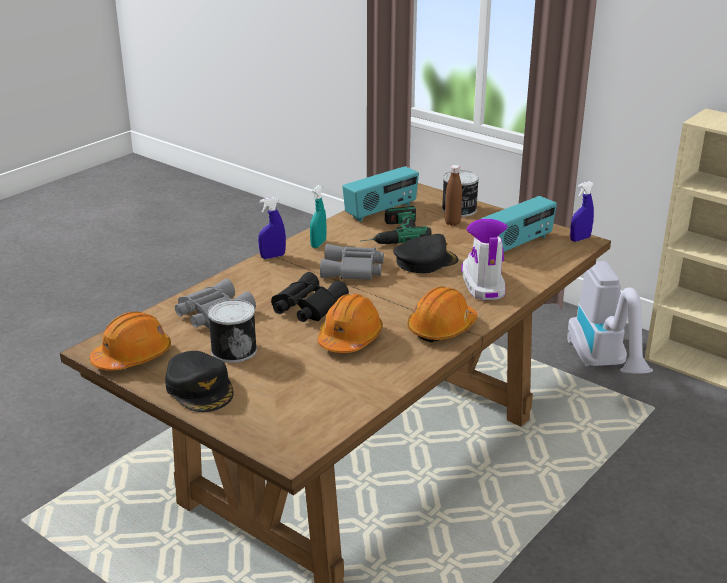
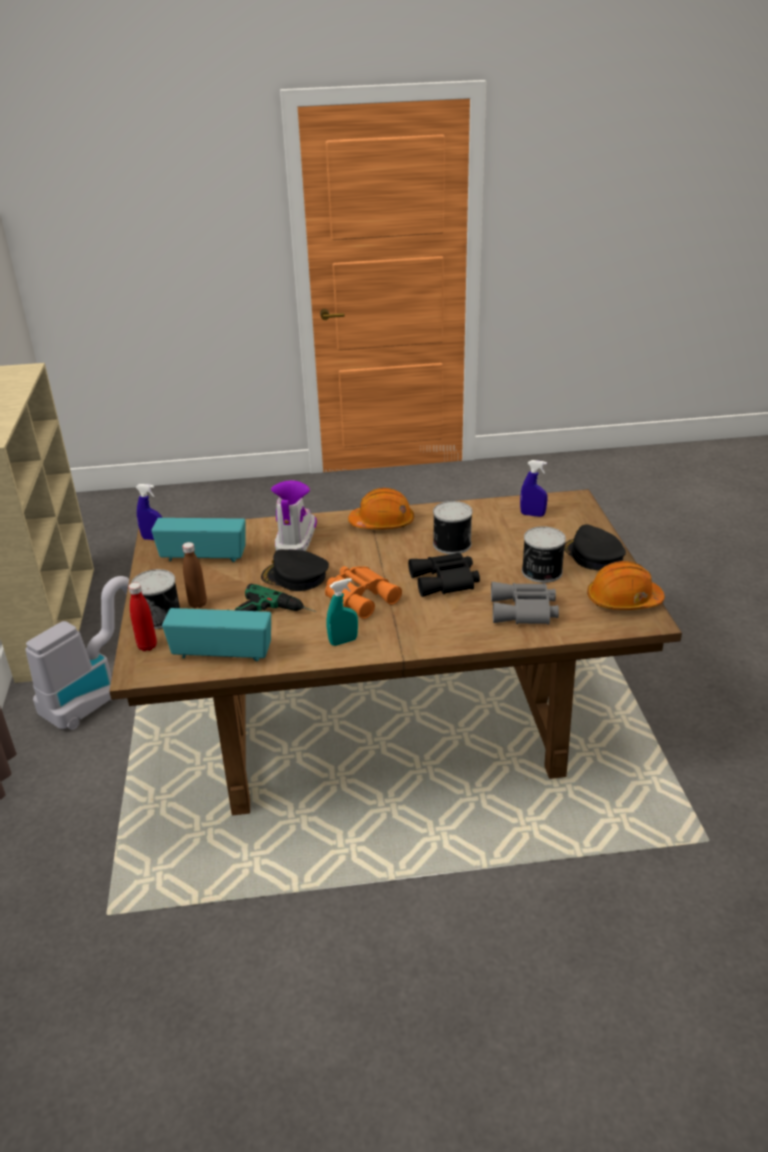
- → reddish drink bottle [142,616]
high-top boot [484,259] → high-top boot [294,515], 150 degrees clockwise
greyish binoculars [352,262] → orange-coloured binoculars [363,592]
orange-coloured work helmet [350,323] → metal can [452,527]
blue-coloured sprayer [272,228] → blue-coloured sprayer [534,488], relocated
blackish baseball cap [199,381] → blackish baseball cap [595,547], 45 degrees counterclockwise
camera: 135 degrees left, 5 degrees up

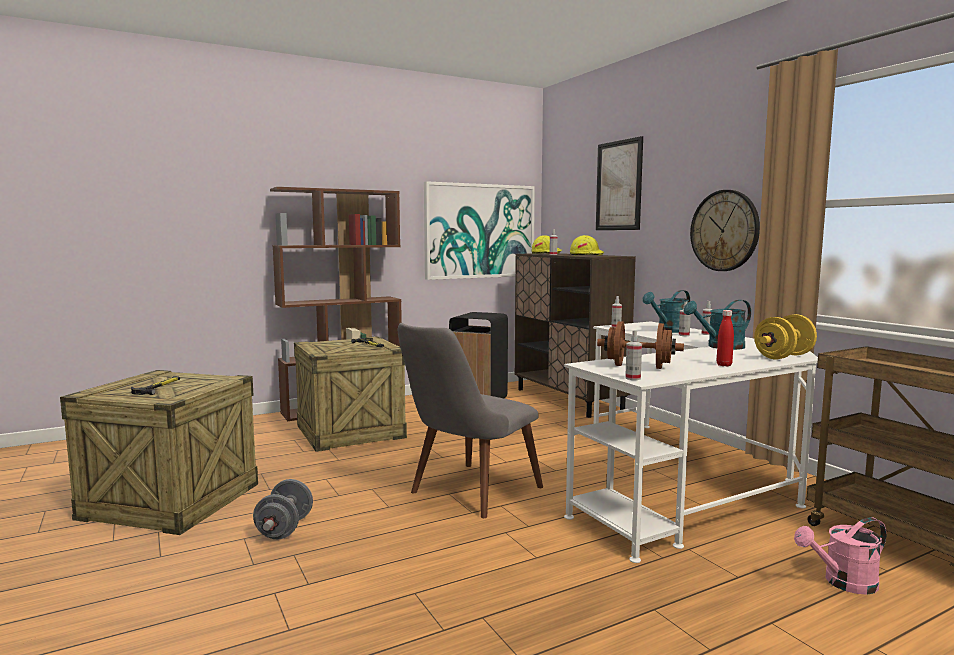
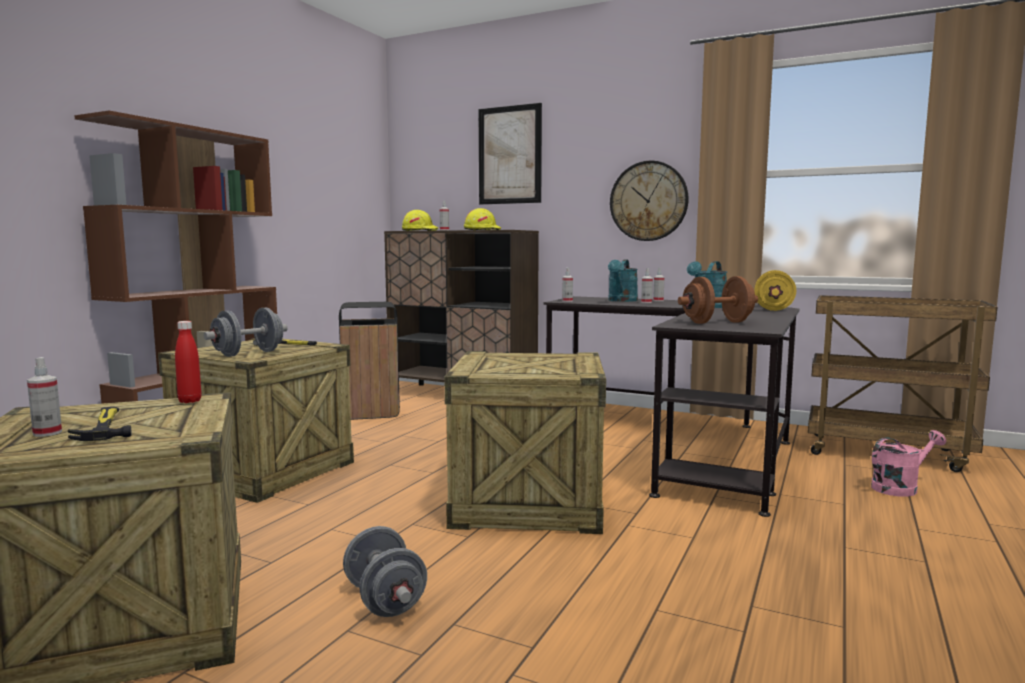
sprayer [633,355] → sprayer [44,397], relocated
reddish drink bottle [725,338] → reddish drink bottle [188,362], relocated
- → greyish dumbbell [246,332]
greyish chair [470,420] → crate [525,442]
whitish desk table [691,442] → blackish desk table [672,406]
pinkish watering pot [840,556] → pinkish watering pot [908,463], 150 degrees counterclockwise
wall picture [479,230] → -
camera: 35 degrees left, 0 degrees up

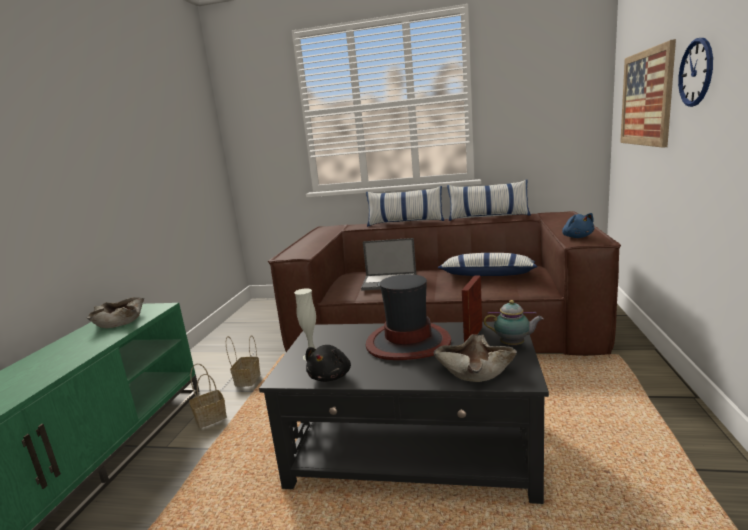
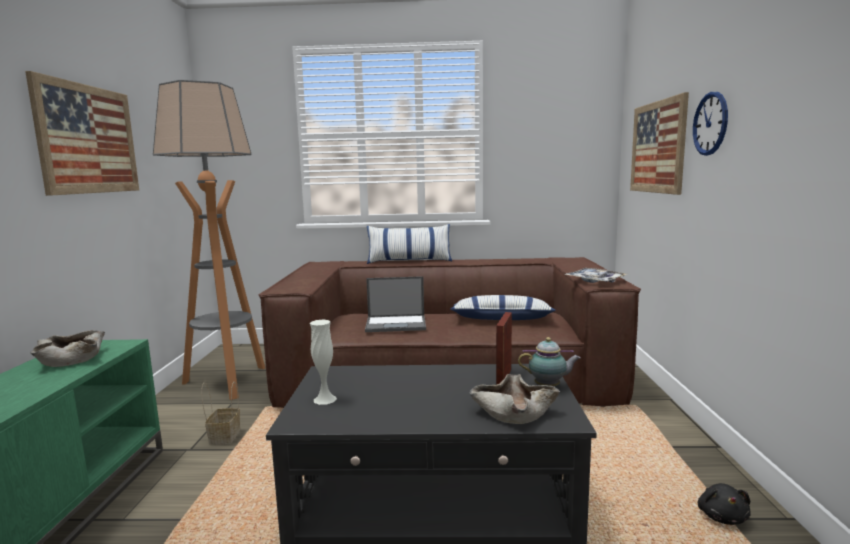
- → wall picture [82,133]
- → floor lamp [209,240]
blue-coloured cuddly toy [578,225] → serving tray [595,275]
blackish cuddly toy [328,363] → blackish cuddly toy [724,504], relocated
basket [208,396] → -
hat [408,317] → -
pillow [489,200] → -
camera: 10 degrees left, 5 degrees down

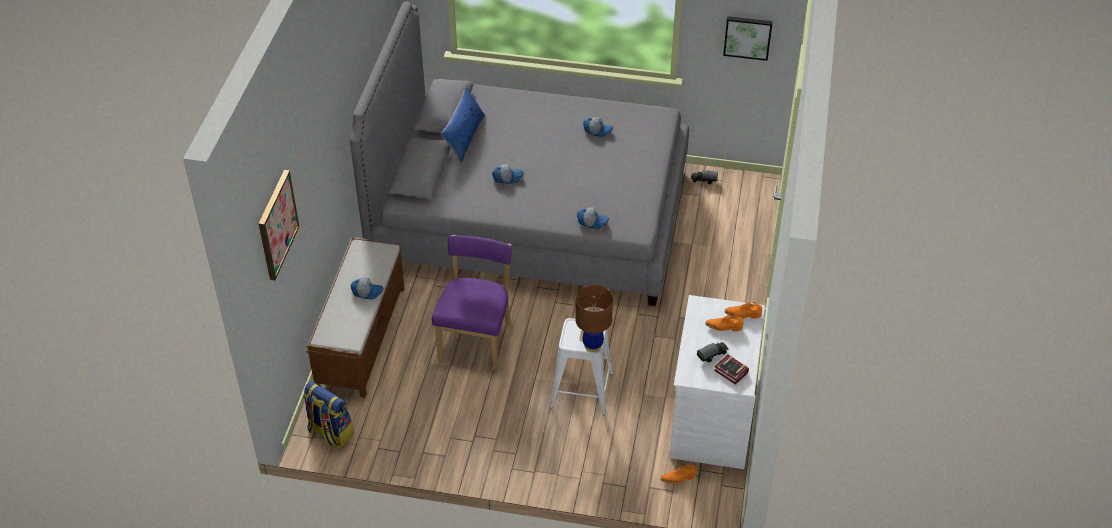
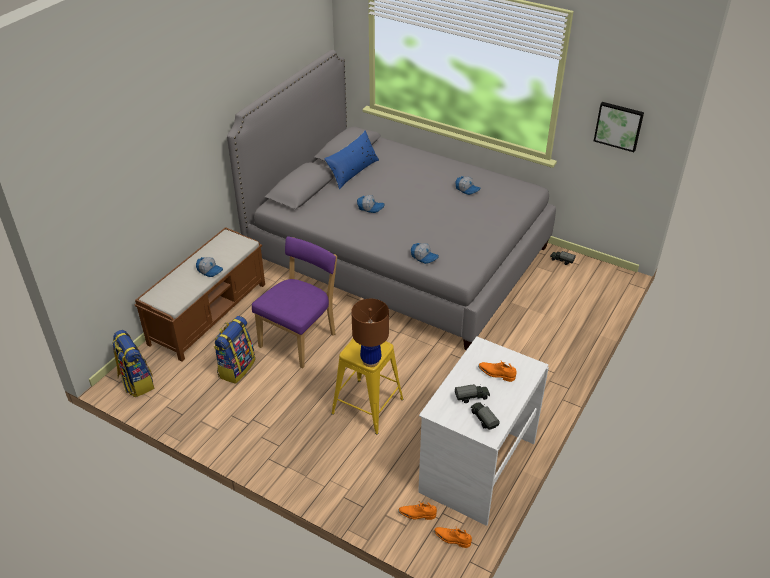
- → backpack [234,350]
whitish sitting stool [581,366] → yellow-coloured sitting stool [367,386]
orange-coloured shoe [743,310] → orange-coloured shoe [453,537], relocated
book [731,370] → model truck [485,416]
wall picture [279,225] → -
camera: 20 degrees right, 5 degrees down

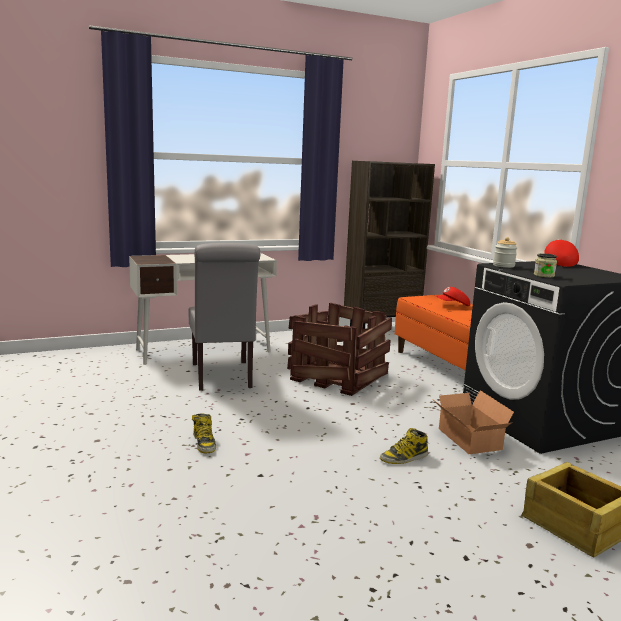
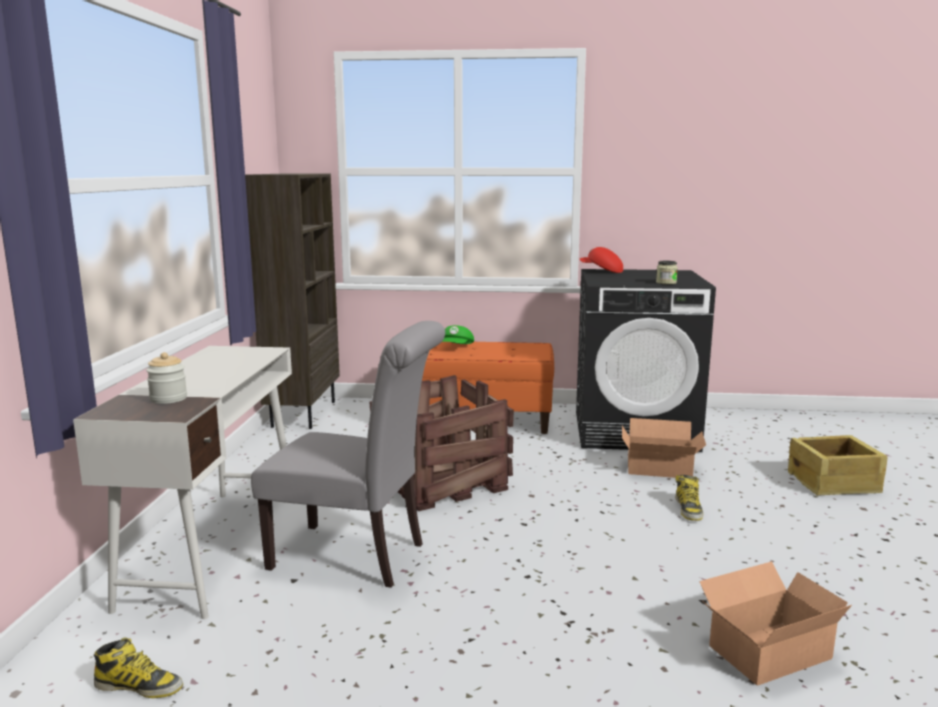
high-top boot [204,433] → high-top boot [138,667], relocated
jar [505,252] → jar [166,378], relocated
reddish baseball cap [453,296] → green-coloured baseball cap [458,334]
- → packing box [775,623]
camera: 60 degrees left, 0 degrees up

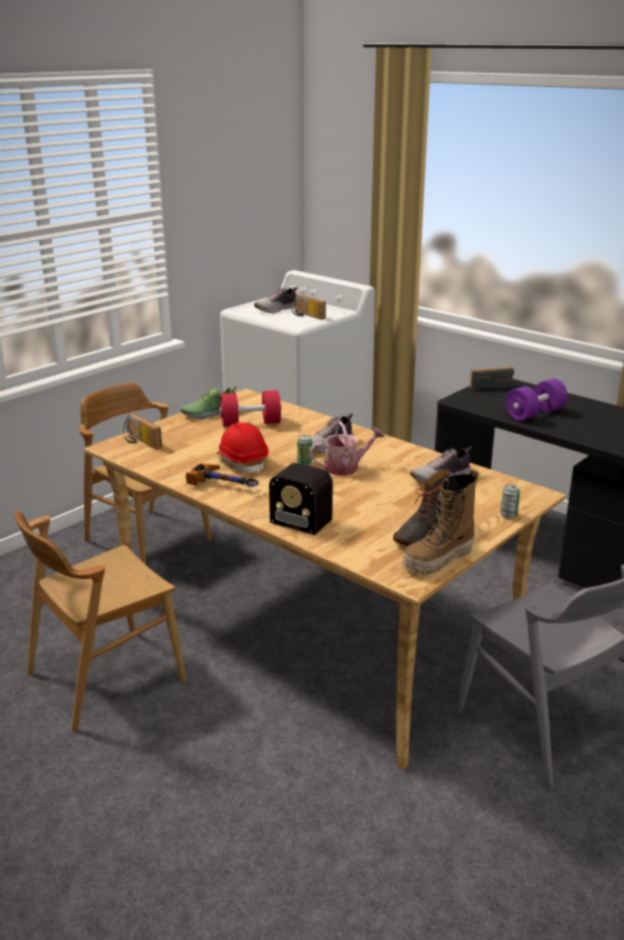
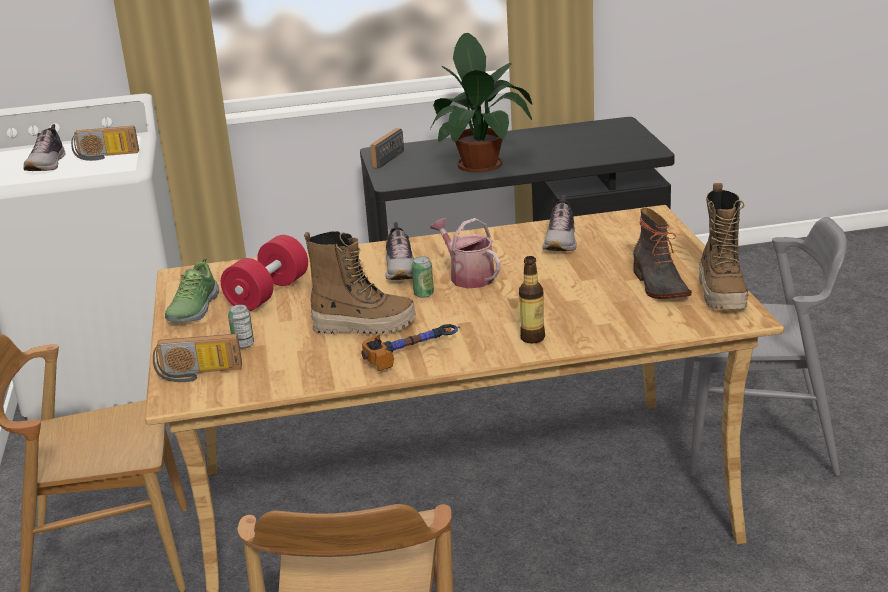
metal can [510,501] → metal can [241,327], relocated
reddish work helmet [242,447] → high-top boot [360,283]
purple-coloured dumbbell [537,400] → plant in a pot [481,103]
watering pot [347,448] → watering pot [465,253], 60 degrees counterclockwise
radio set [290,499] → drink bottle [532,300]
camera: 50 degrees left, 0 degrees up

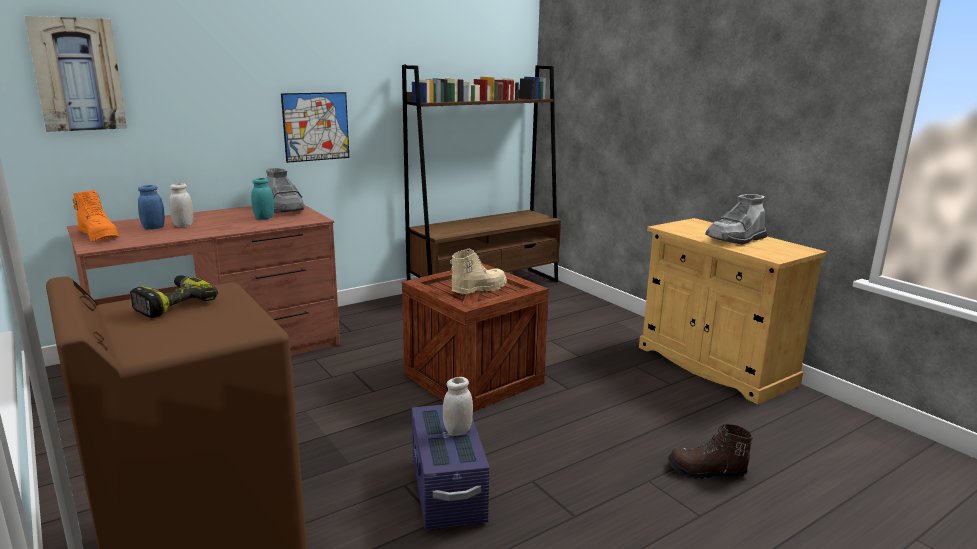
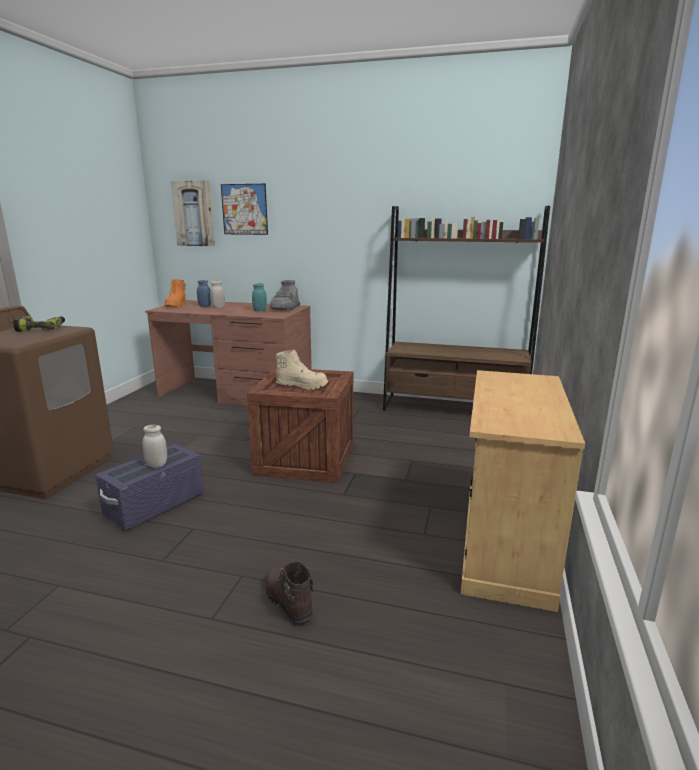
wall picture [315,127] → wall picture [244,209], relocated
greyish high-top boot [736,219] → -
camera: 50 degrees right, 0 degrees up

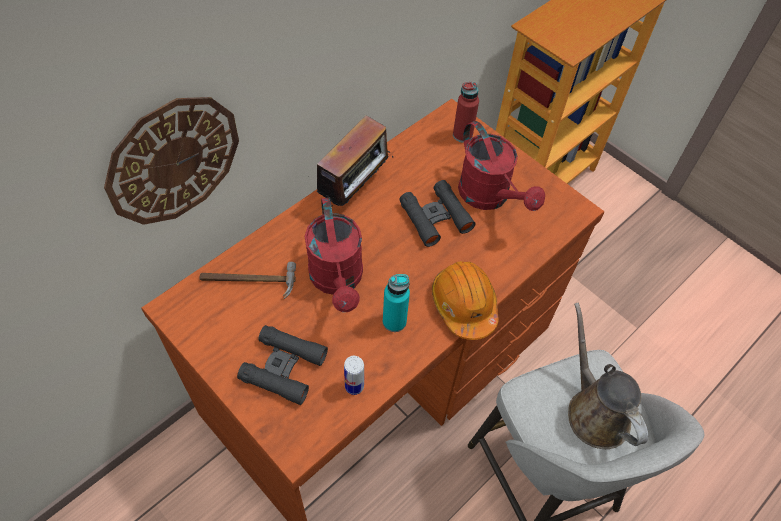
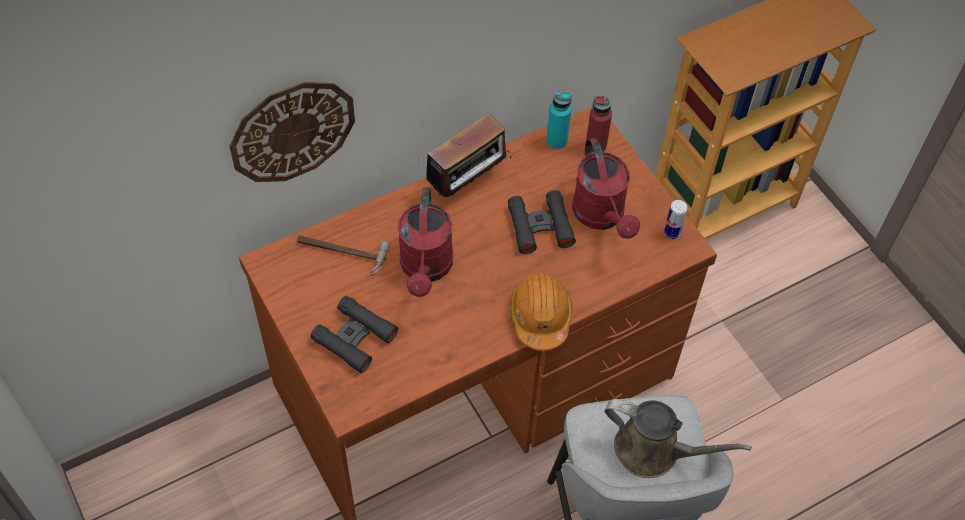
turquoise drink bottle [396,303] → turquoise drink bottle [559,120], relocated
brown-coloured watering pot [608,375] → brown-coloured watering pot [678,438], 120 degrees clockwise
metal can [354,375] → metal can [676,219], relocated
camera: 15 degrees right, 0 degrees up

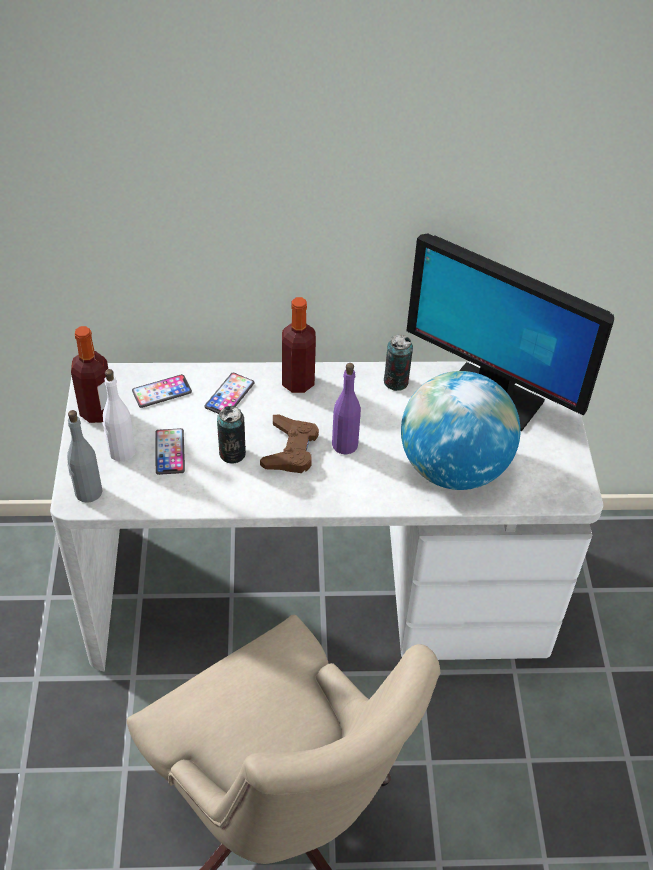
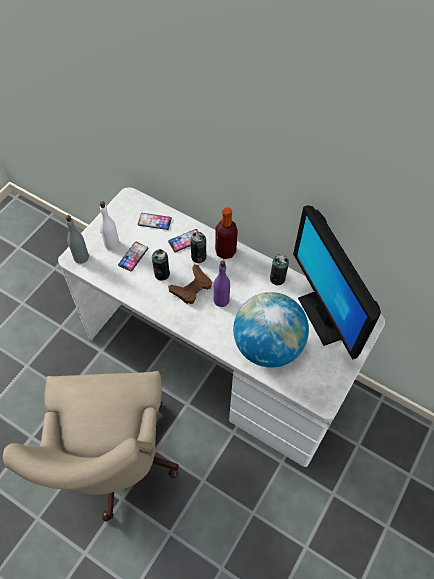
- → metal can [198,247]
drink bottle [89,374] → -
camera: 35 degrees right, 10 degrees up

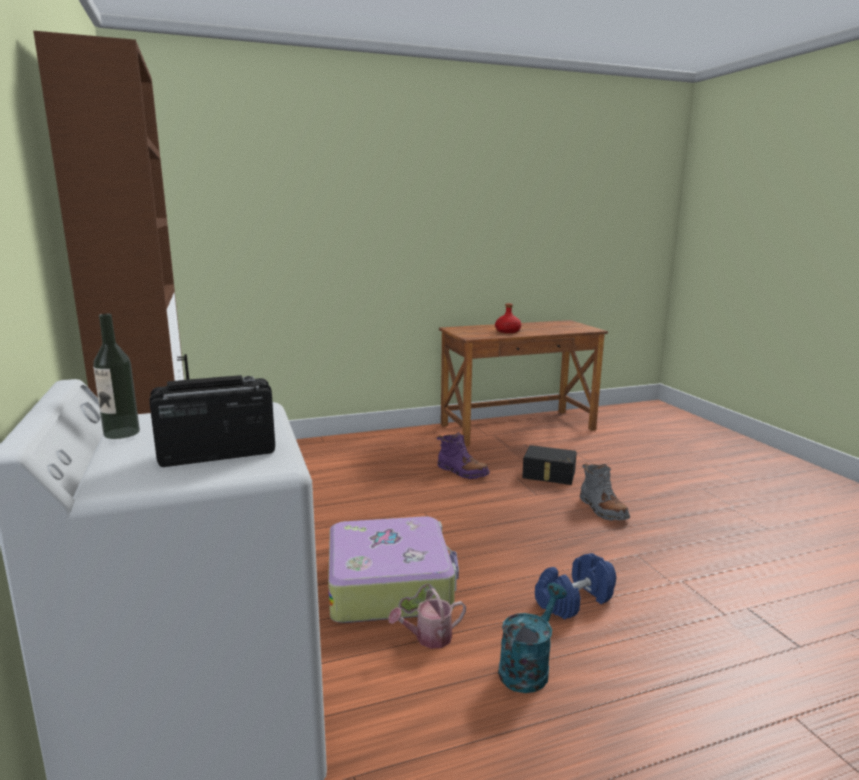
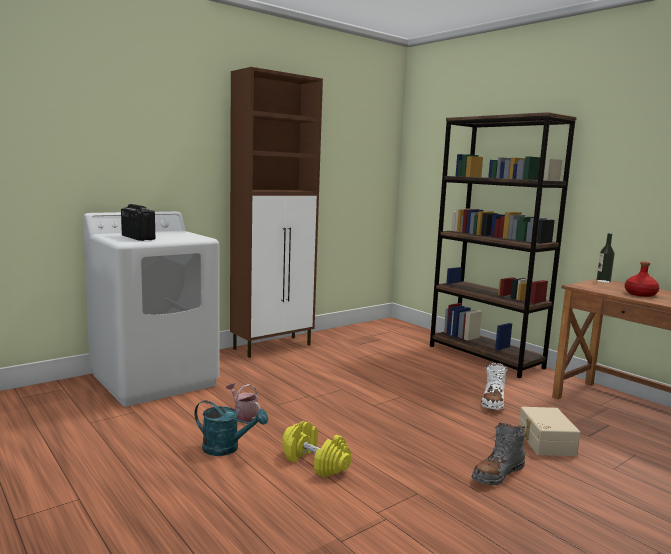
blue-coloured dumbbell [575,586] → yellow-coloured dumbbell [316,449]
- → brown-coloured shelving unit [503,245]
purple-coloured high-top boot [463,455] → whitish high-top boot [494,386]
blackish storage box [549,465] → beige-coloured storage box [549,431]
drink bottle [116,376] → drink bottle [605,258], relocated
suitcase [393,569] → -
camera: 70 degrees right, 5 degrees down

